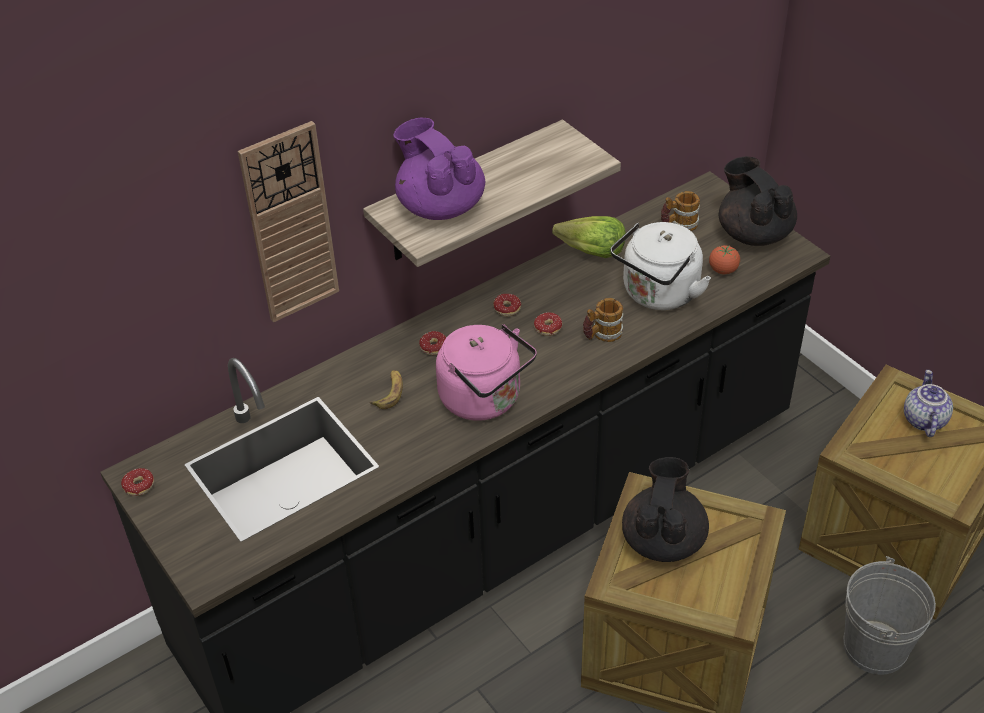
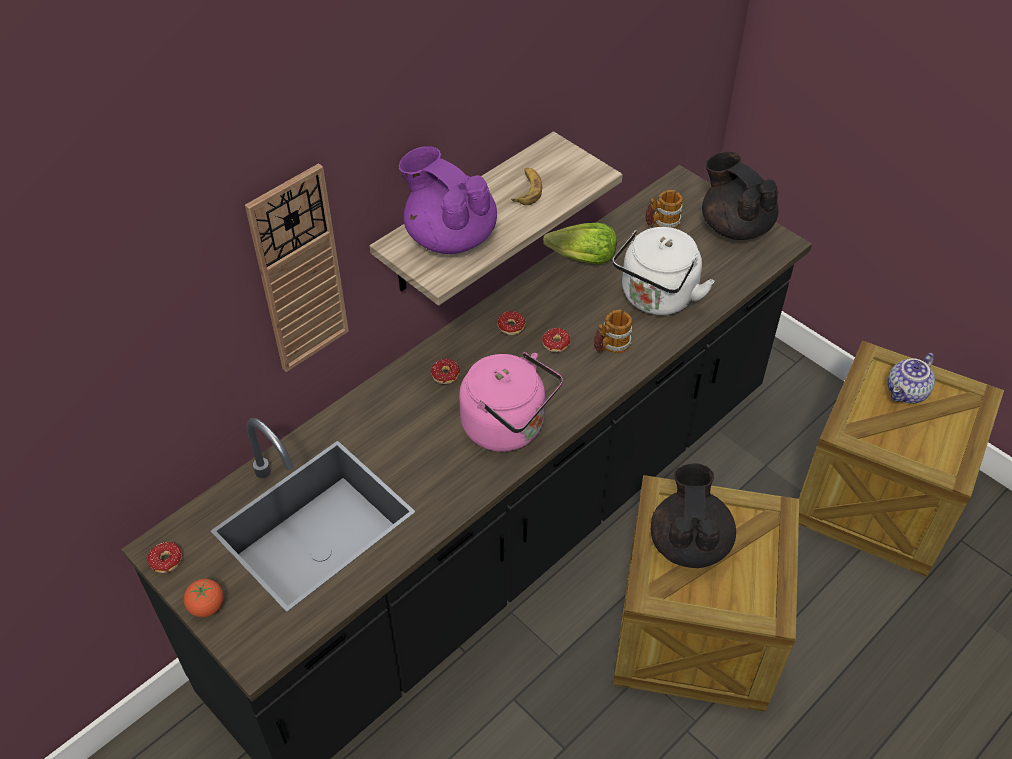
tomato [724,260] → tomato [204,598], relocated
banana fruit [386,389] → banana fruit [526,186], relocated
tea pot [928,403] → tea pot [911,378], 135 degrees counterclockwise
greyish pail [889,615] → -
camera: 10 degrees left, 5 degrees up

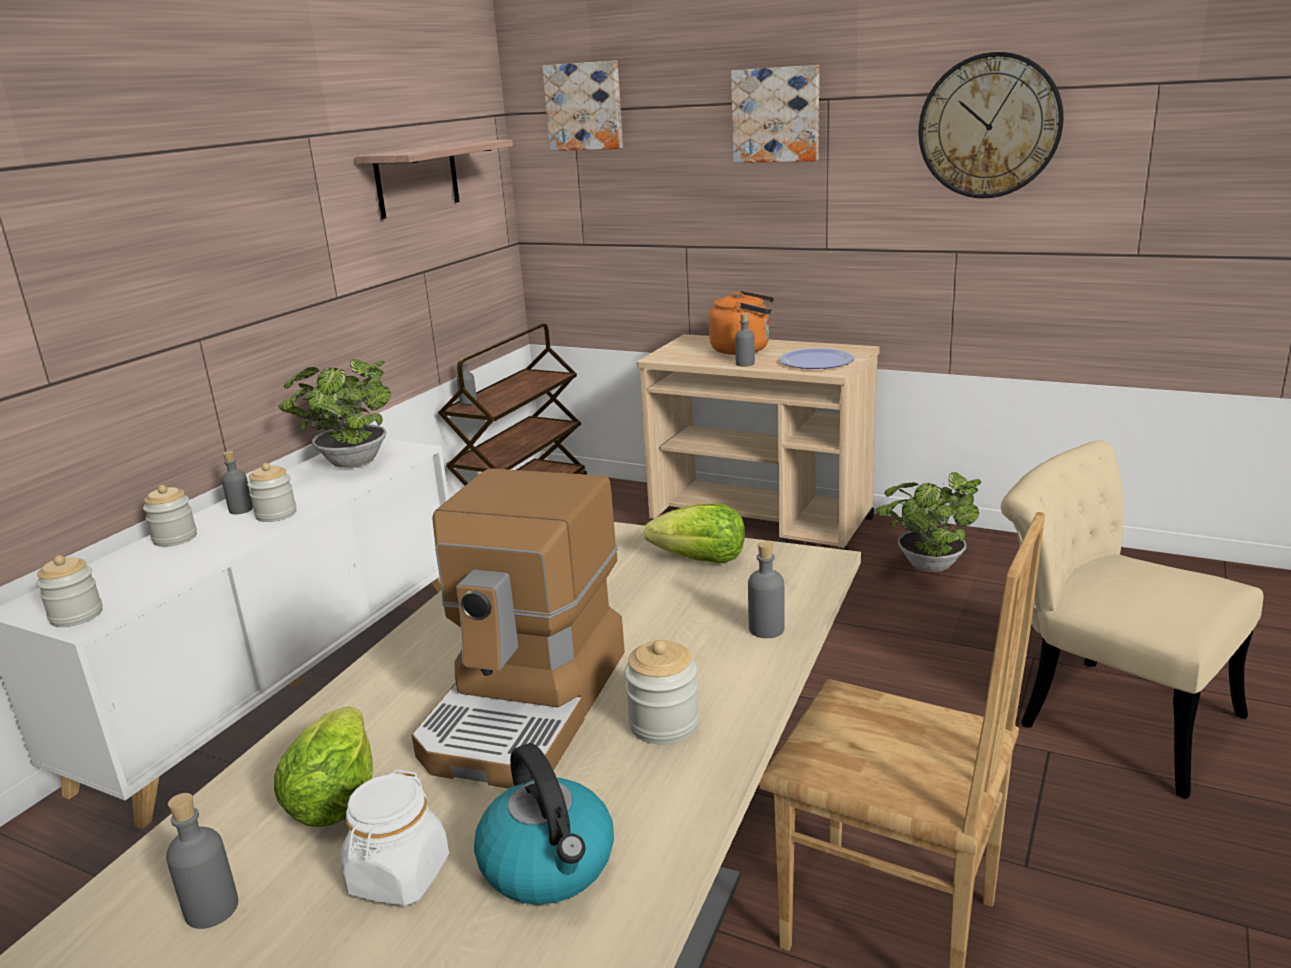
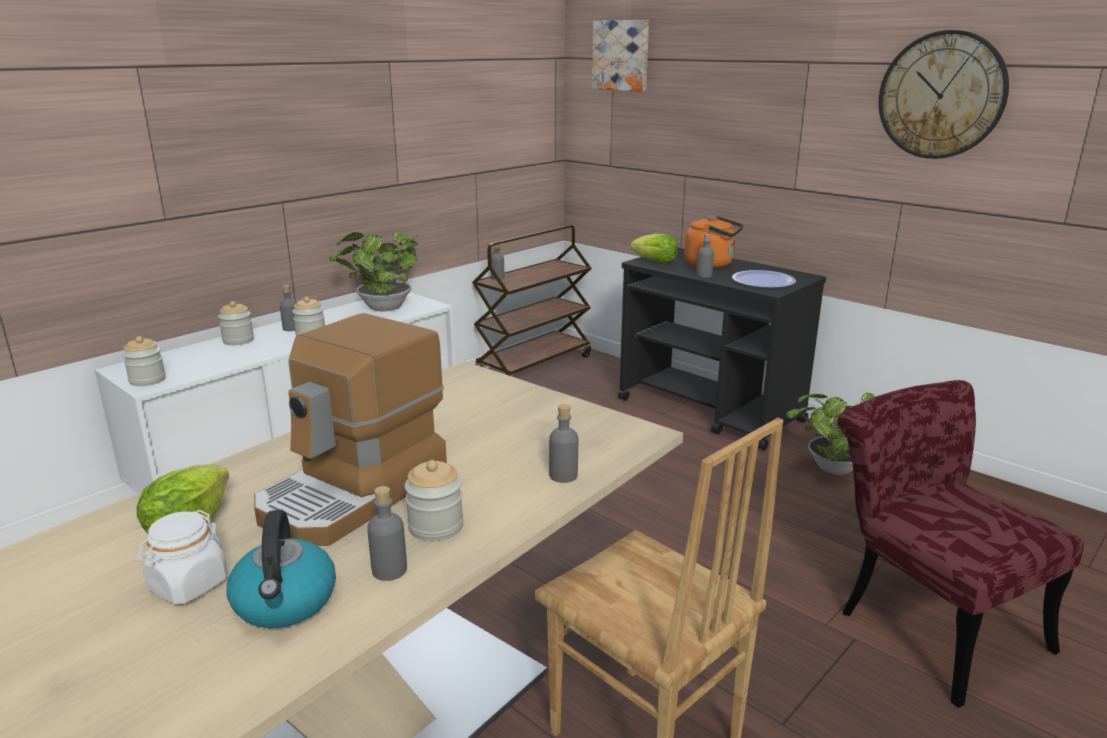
greyish drink bottle [202,861] → greyish drink bottle [387,533], relocated
beige-coloured cart [758,442] → blackish cart [722,349]
head of lettuce [694,533] → head of lettuce [654,248], relocated
beige-coloured chair [1132,619] → reddish chair [960,544]
wall shelf [434,179] → -
wall picture [775,114] → -
camera: 15 degrees right, 0 degrees up

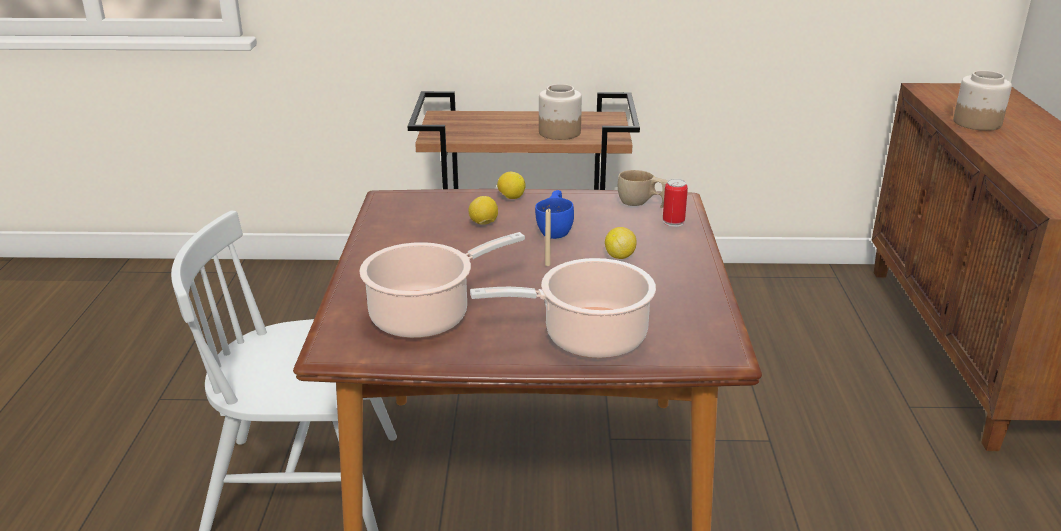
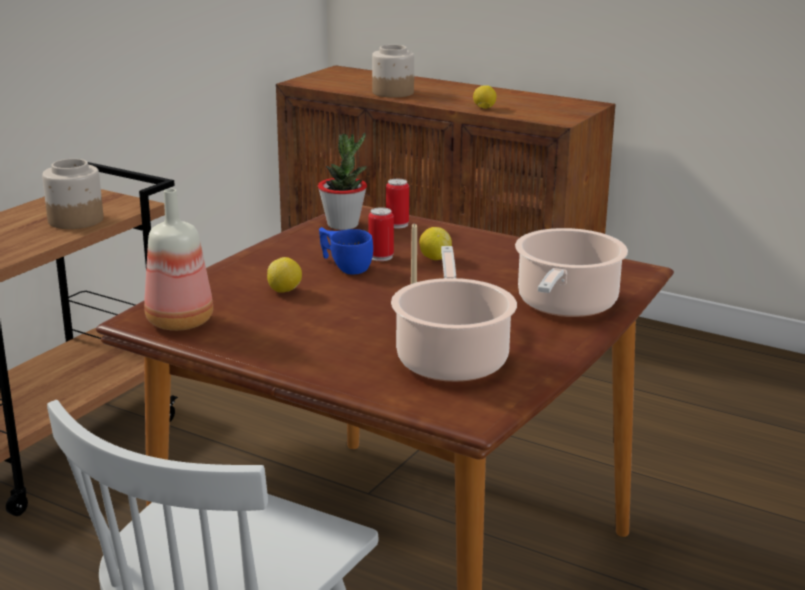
- → drink bottle [178,259]
beige-coloured drinking cup [643,189] → plant in a pot [342,181]
- → metal can [381,234]
whole lemon [511,185] → whole lemon [484,97], relocated
camera: 60 degrees left, 5 degrees down

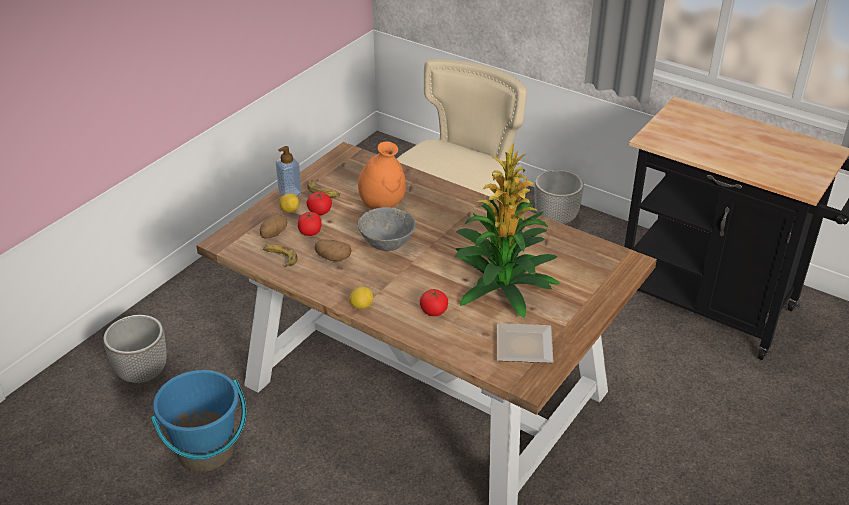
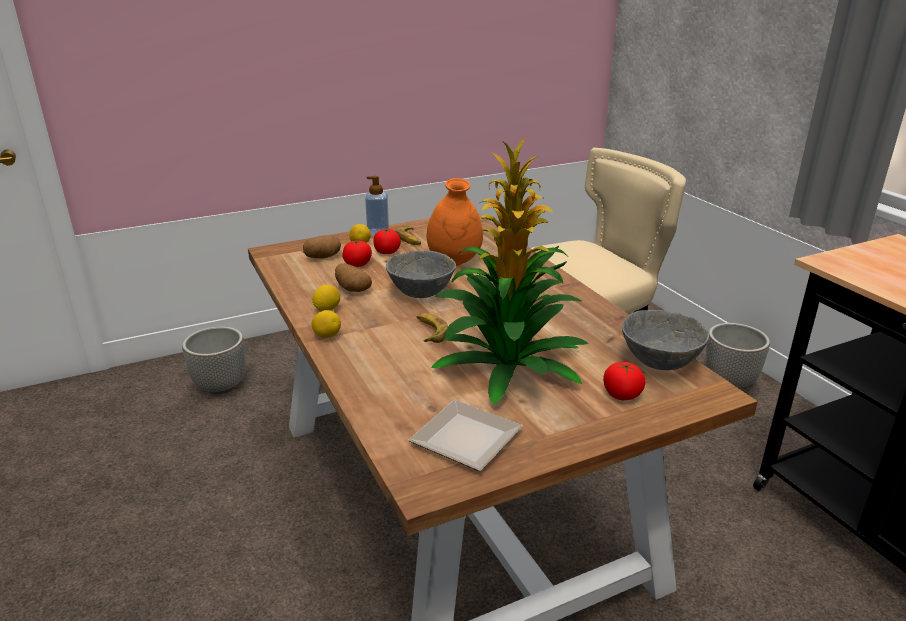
- → whole lemon [326,297]
banana fruit [280,255] → banana fruit [432,328], relocated
tomato [434,302] → tomato [624,381], relocated
- → greyish deep dish [665,340]
blue-coloured pail [198,421] → -
camera: 30 degrees right, 10 degrees down

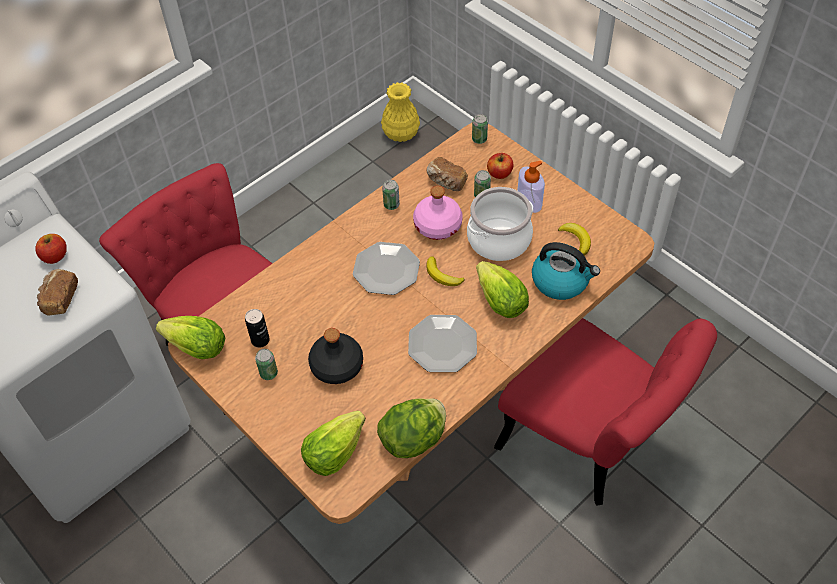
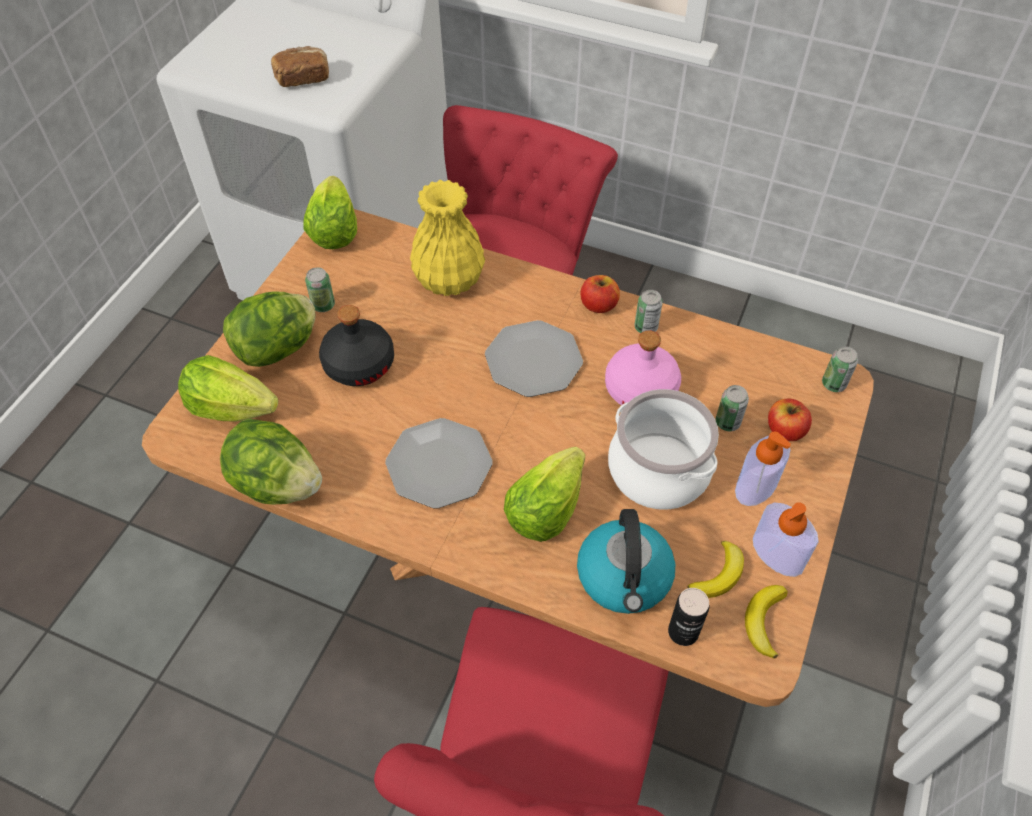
- → head of lettuce [269,329]
yellow-coloured vase [400,112] → yellow-coloured vase [447,238], relocated
apple fruit [51,249] → apple fruit [600,294], relocated
metal can [257,328] → metal can [688,617], relocated
banana fruit [445,271] → banana fruit [766,622], relocated
- → soap dispenser [786,539]
bread [447,174] → -
camera: 65 degrees right, 0 degrees up

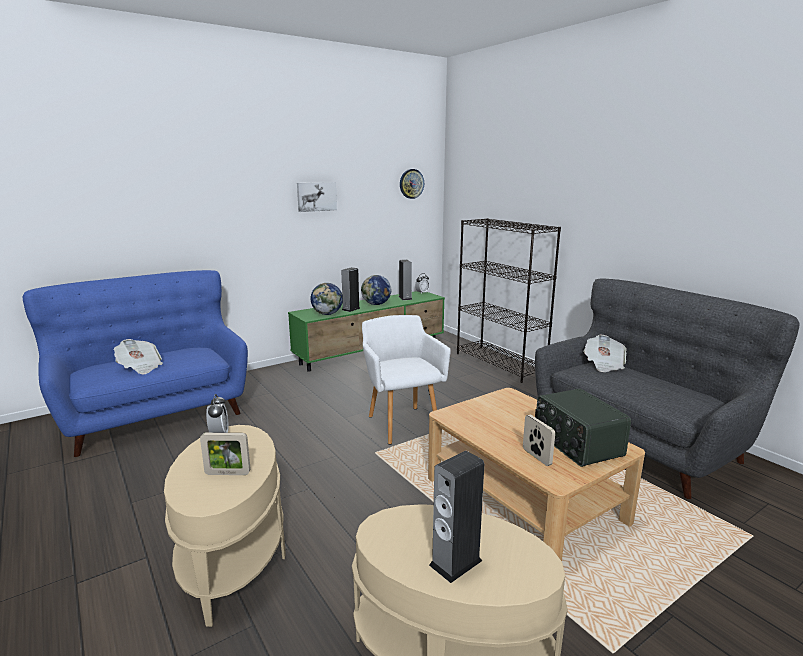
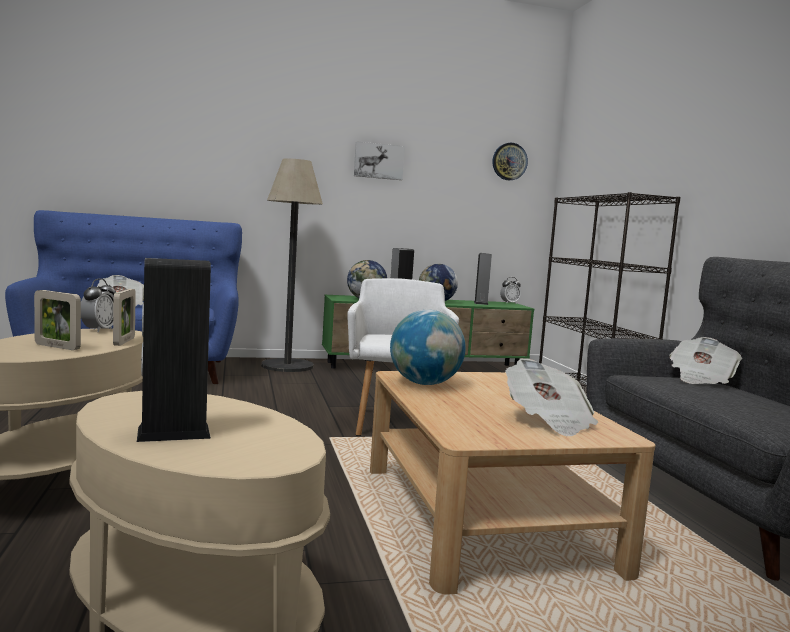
standing frame [539,440] → standing frame [124,317], relocated
- → floor lamp [292,265]
- → world globe [428,347]
radio set [583,427] → daily paper [551,397]
camera: 20 degrees right, 10 degrees down

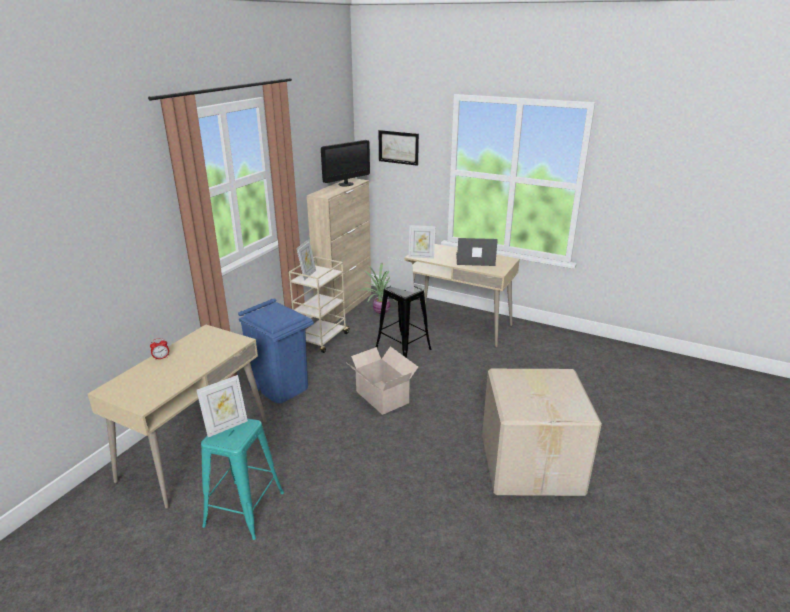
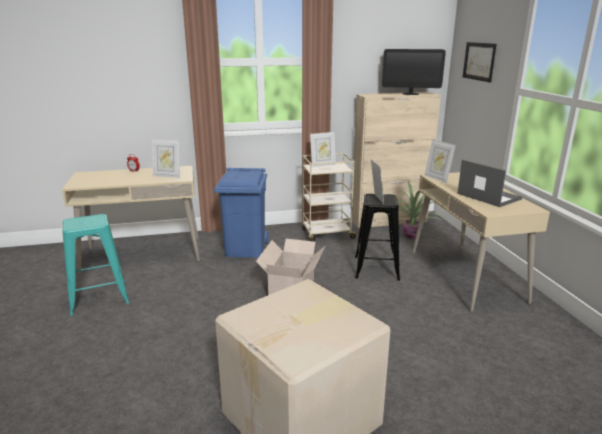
standing frame [222,406] → standing frame [166,158], relocated
camera: 50 degrees right, 5 degrees down

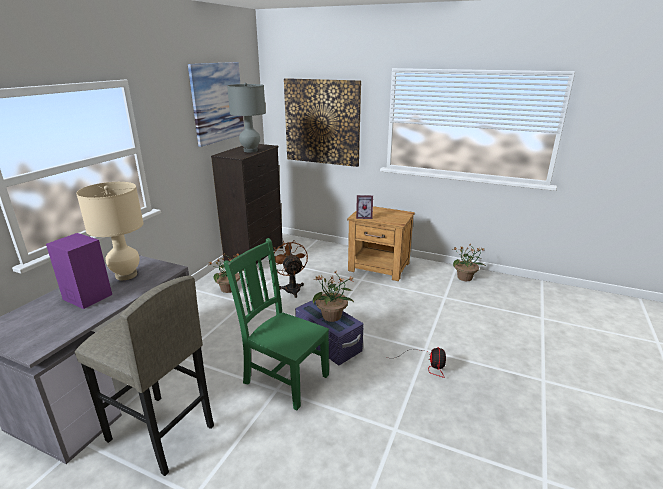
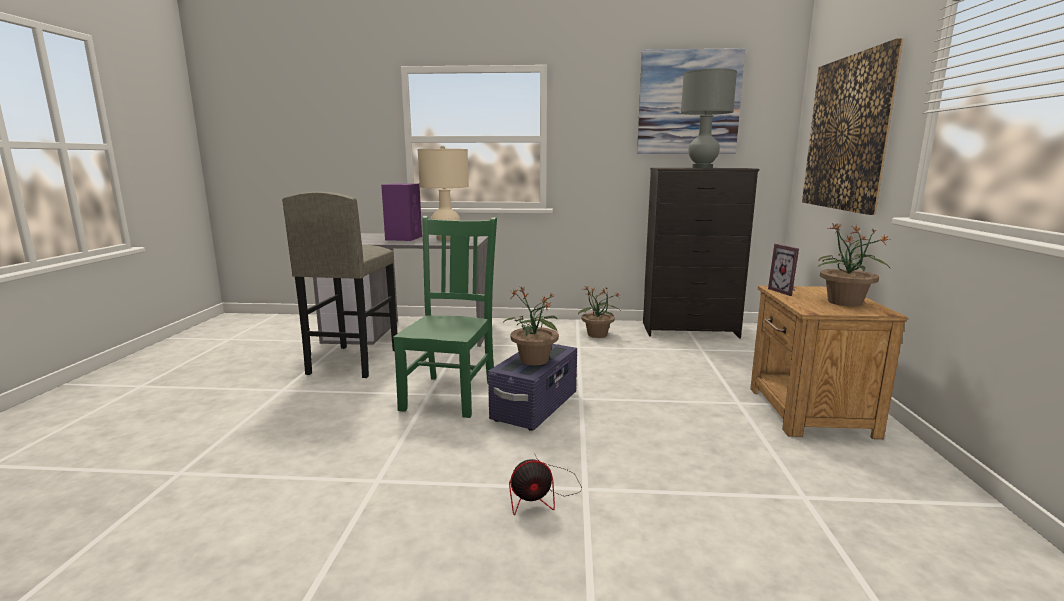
plant in a pot [469,263] → plant in a pot [854,265], relocated
brown-coloured cooling fan [291,269] → -
camera: 70 degrees right, 10 degrees down

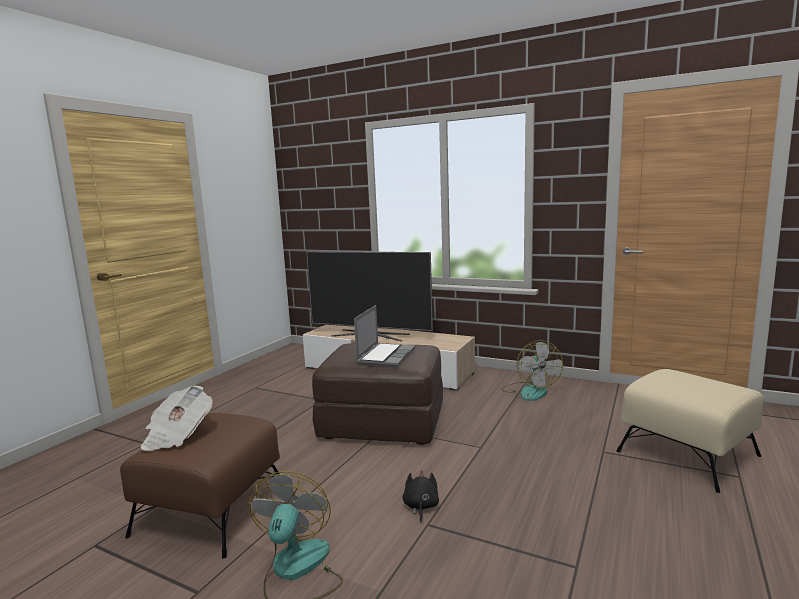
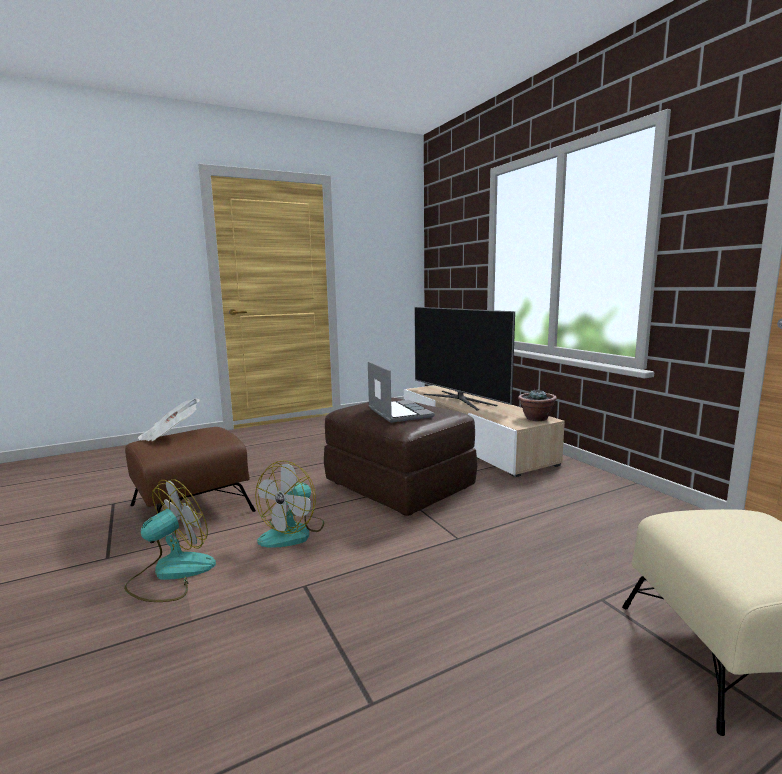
cooling fan [532,370] → cooling fan [289,503], relocated
laptop [384,336] → laptop [401,392], 75 degrees counterclockwise
- → plant in a pot [537,405]
blackish cuddly toy [421,496] → -
camera: 35 degrees right, 0 degrees up

